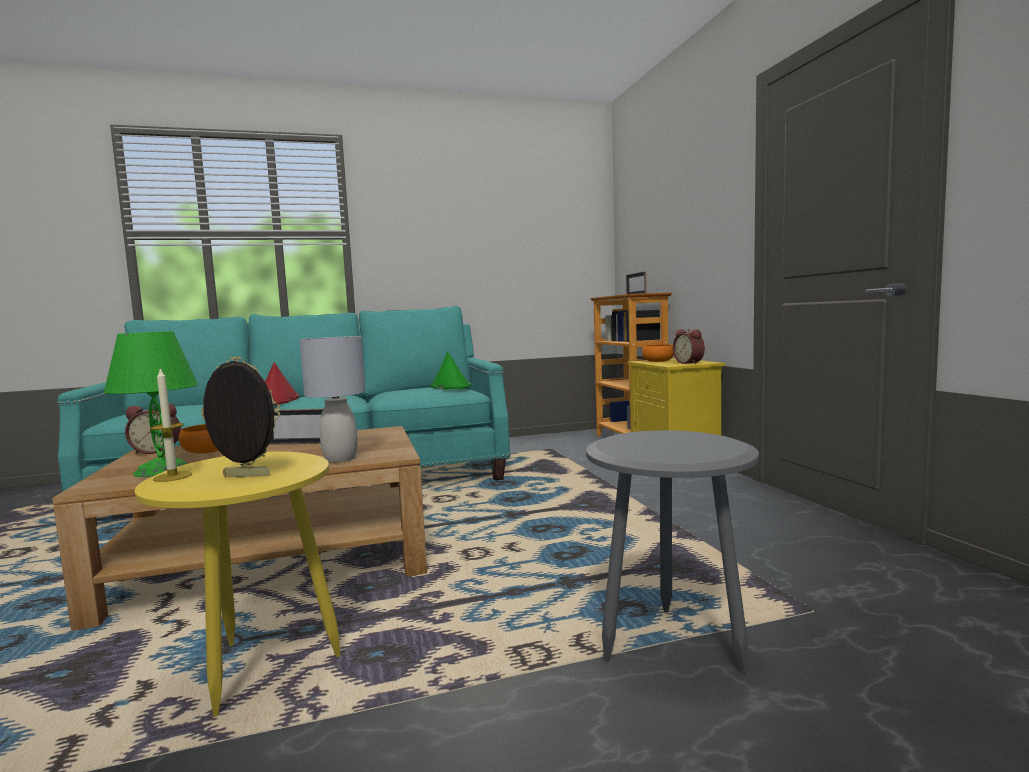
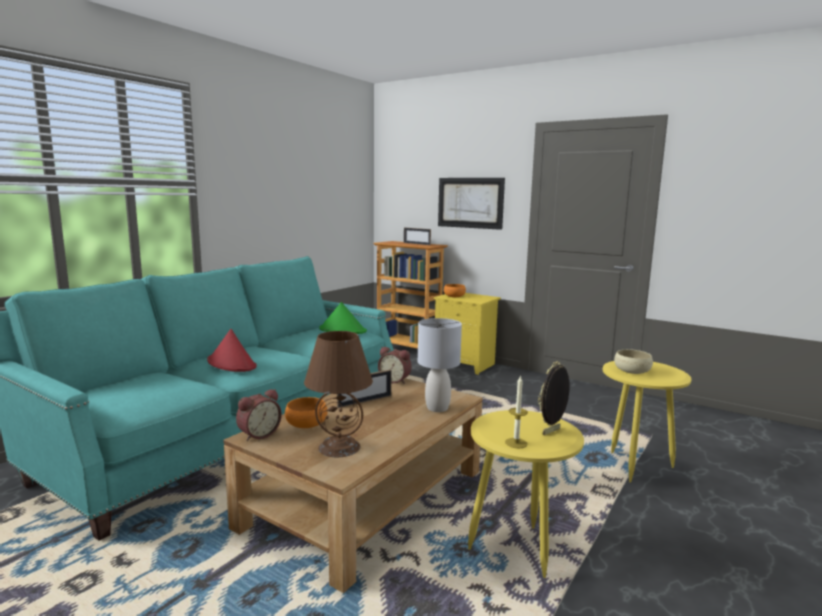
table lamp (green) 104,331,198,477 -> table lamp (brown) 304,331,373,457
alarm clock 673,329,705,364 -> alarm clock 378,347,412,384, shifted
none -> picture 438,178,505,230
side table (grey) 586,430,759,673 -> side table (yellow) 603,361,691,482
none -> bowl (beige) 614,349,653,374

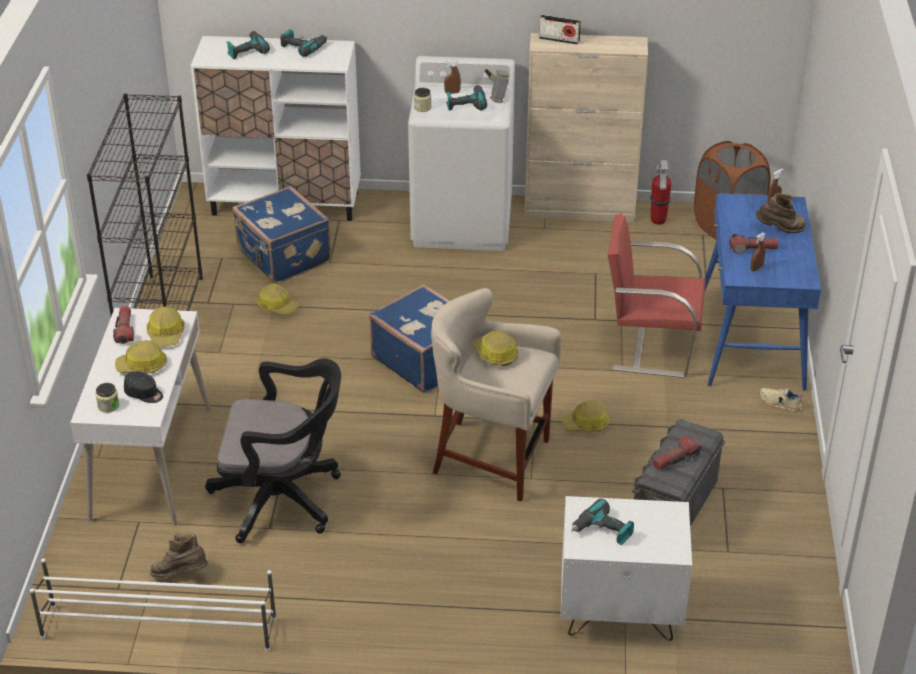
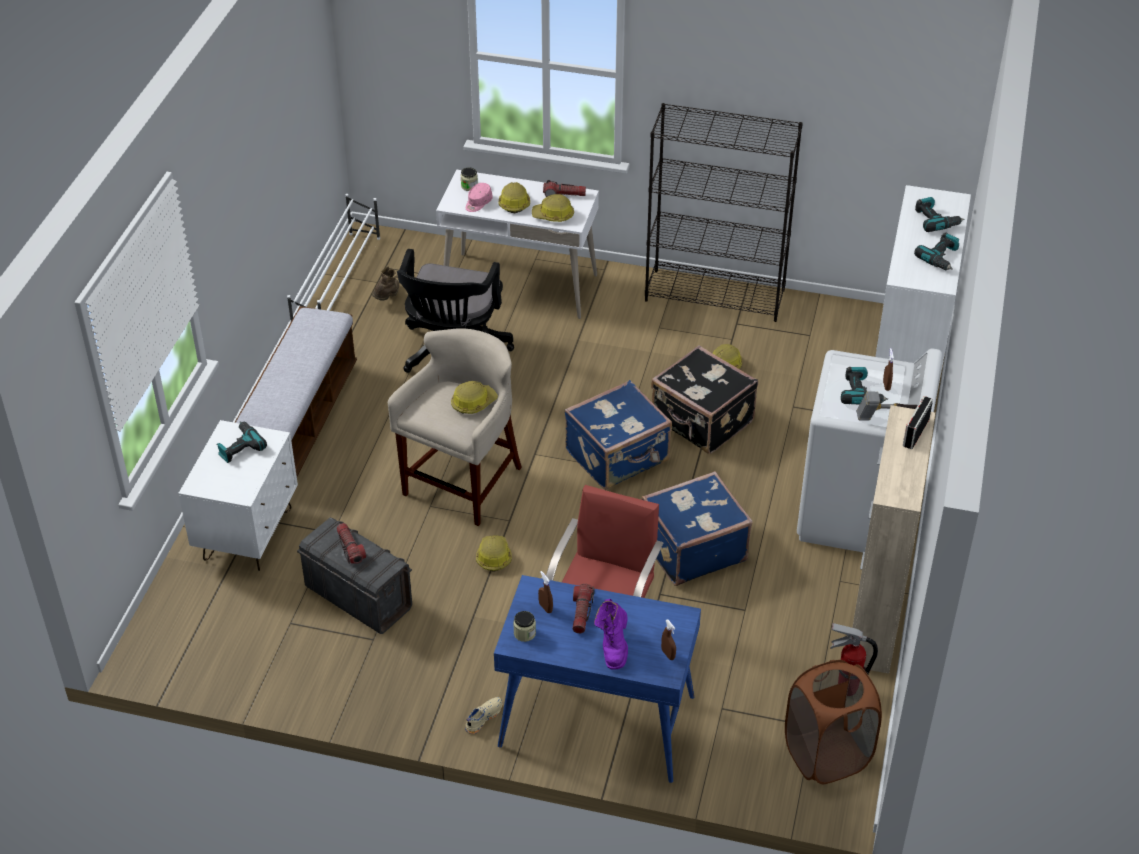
none -> bench 234,306,357,476
cap (black) 124,371,163,403 -> cap (pink) 466,183,493,212
jar 414,88,432,112 -> jar 513,611,536,642, shifted
boot (brown) 756,193,806,233 -> boot (purple) 594,599,628,670
suitcase (blue) 232,186,332,284 -> suitcase (blue) 641,471,753,586, shifted
none -> suitcase (black) 651,345,758,454

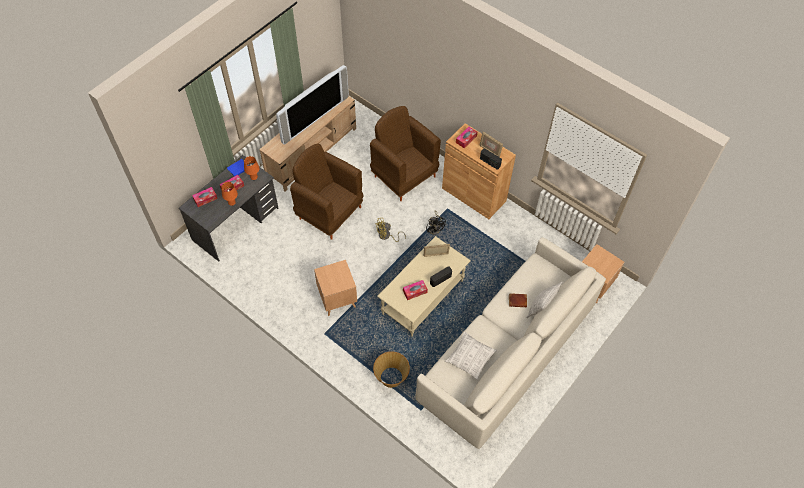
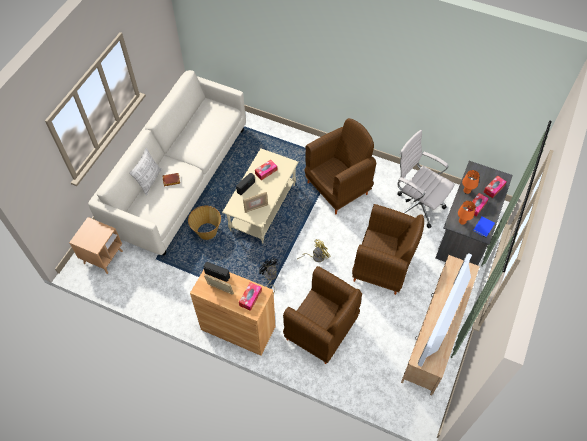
basket 373,351,410,388 -> basket 188,206,221,240, shifted
side table (brown) 314,260,357,316 -> armchair (brown) 305,118,376,214
none -> office chair (white) 397,130,455,228
pillow 445,332,497,380 -> none

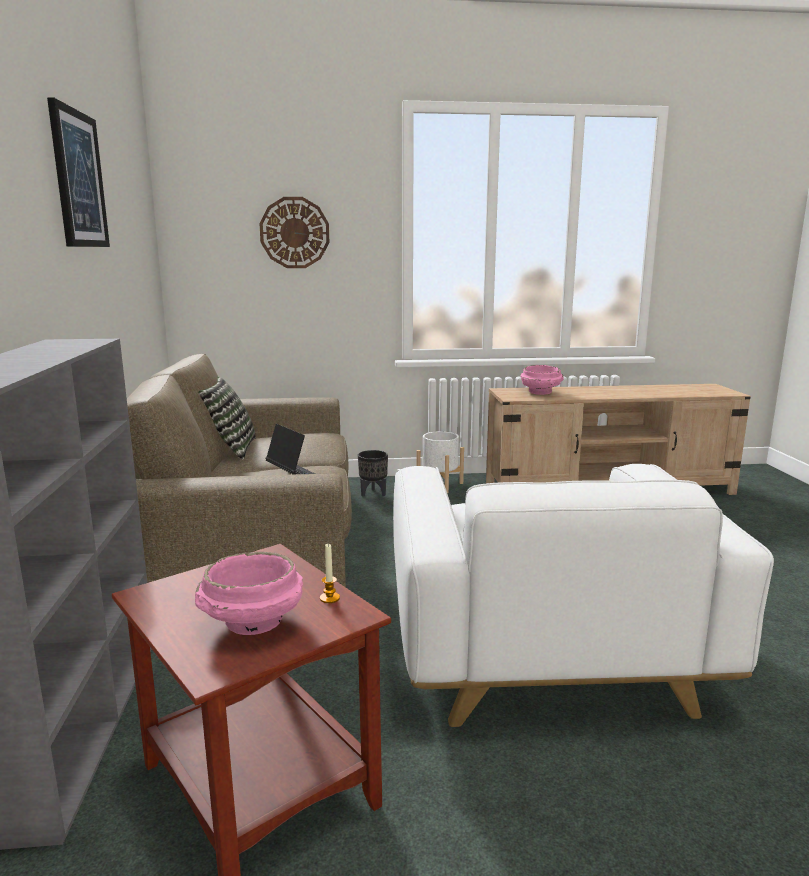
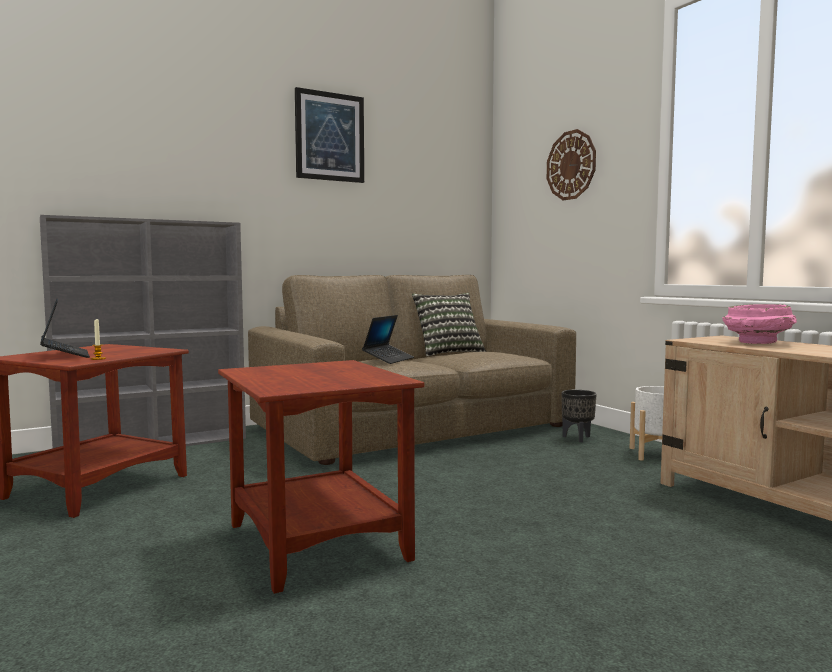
bowl (pink) 195,552,303,635 -> laptop 40,299,90,358
armchair (white) 393,464,774,727 -> side table (brown) 218,360,424,594

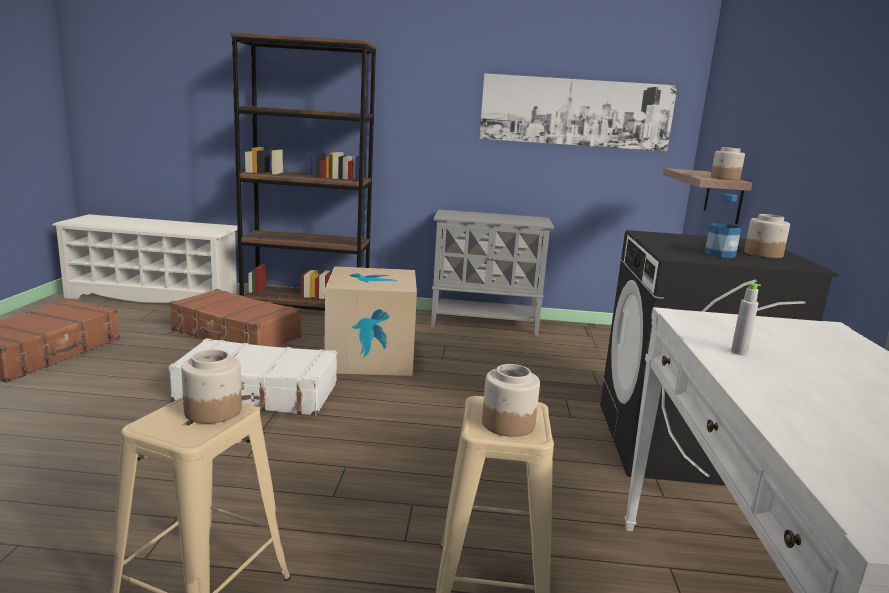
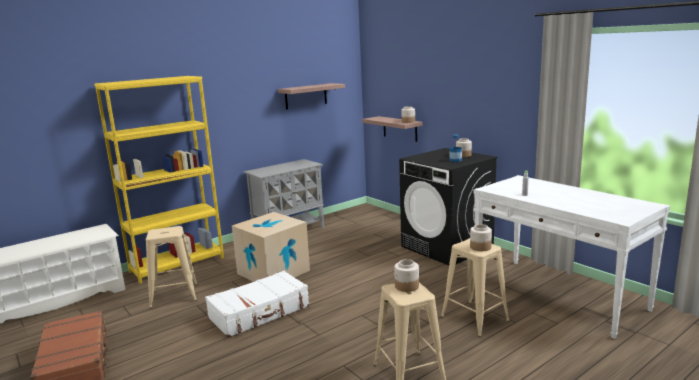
bookcase (brown) 231,32,377,311 -> bookcase (yellow) 94,76,224,284
suitcase (brown) 170,289,301,347 -> stool (beige) 146,226,197,308
picture 479,74,678,151 -> shelf 278,83,345,109

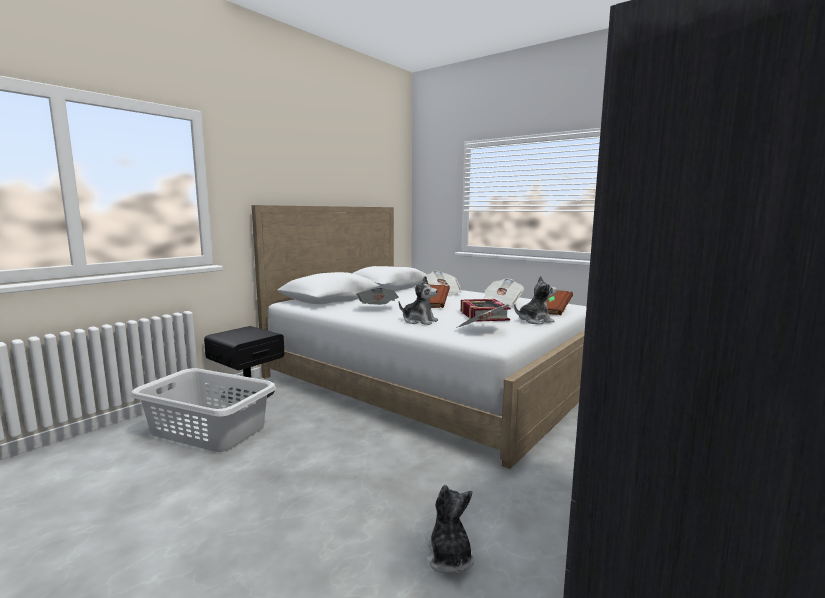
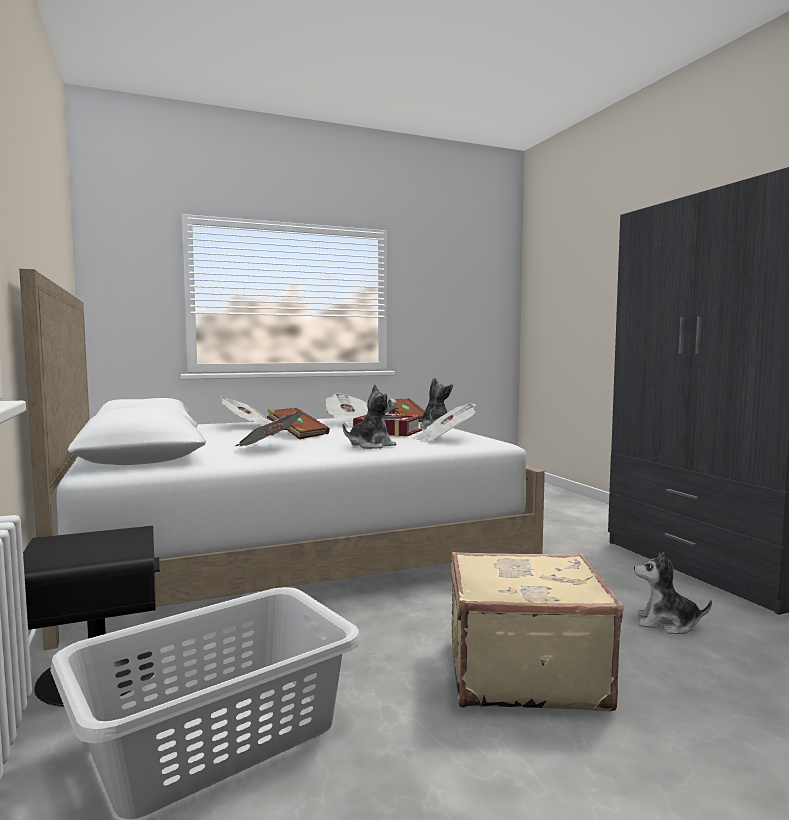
none -> suitcase (beige) 451,552,624,711

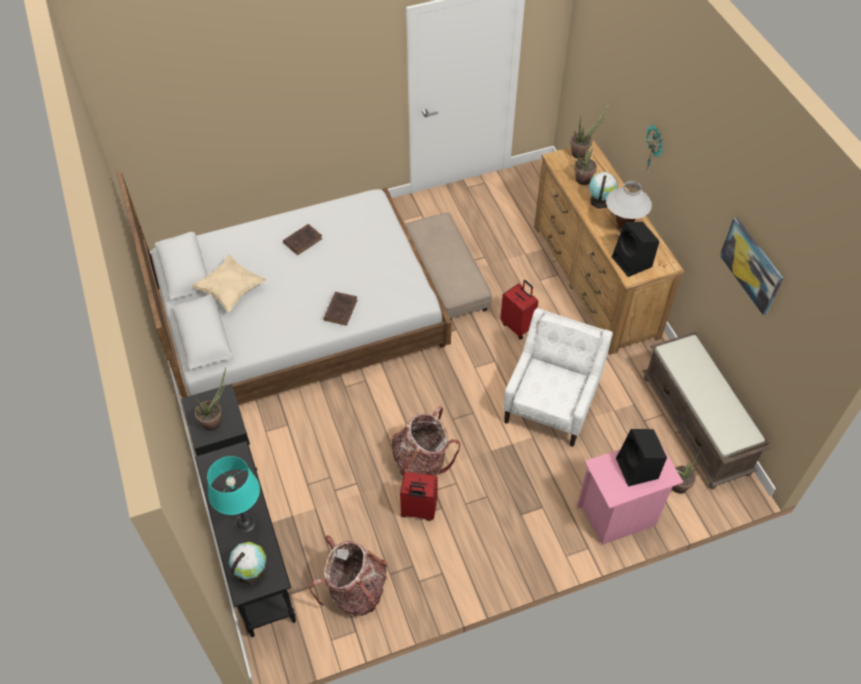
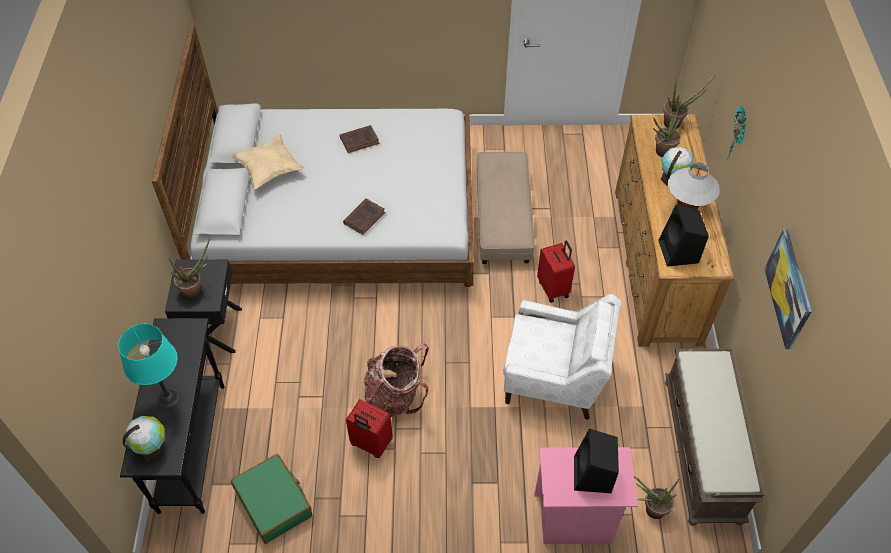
backpack 309,535,387,616 -> suitcase (green) 231,454,312,544
armchair (white) 503,308,613,447 -> armchair (white) 503,294,621,420, 60 degrees clockwise

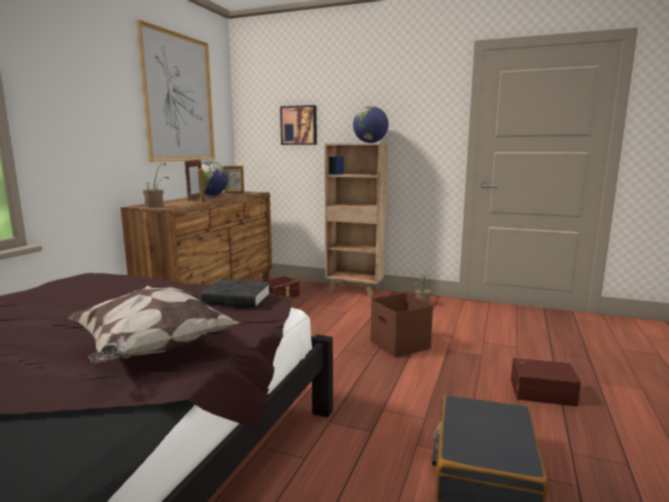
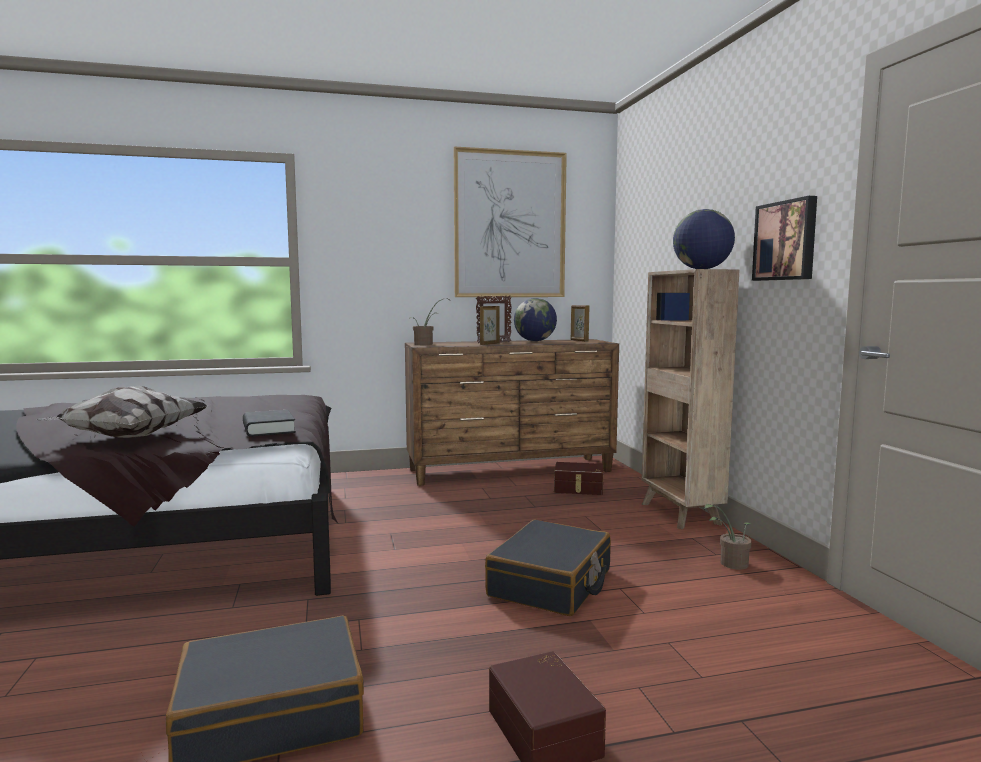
storage box (brown) 370,293,433,358 -> suitcase (black) 485,520,611,616
picture 280,105,317,145 -> picture 752,196,817,281, shifted

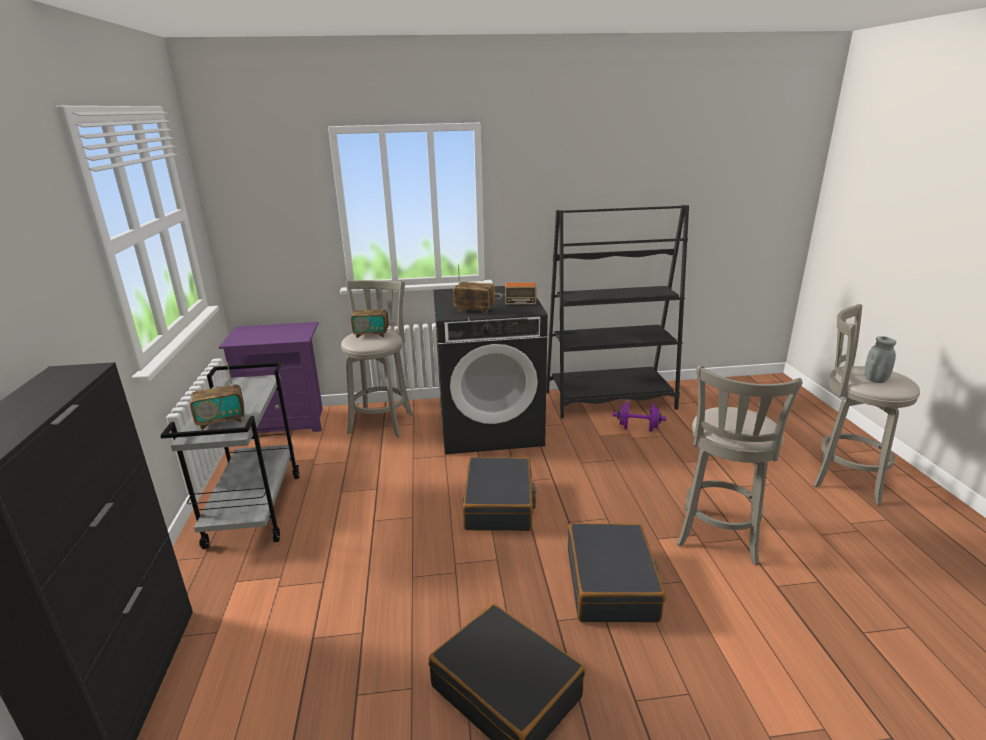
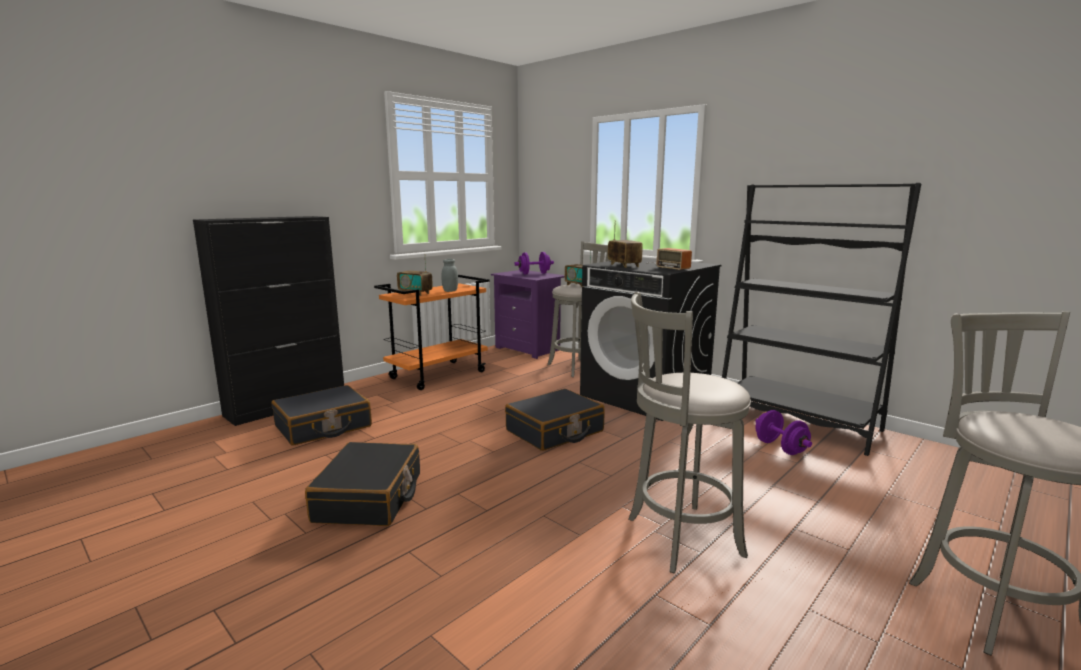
suitcase (black) 568,523,665,623 -> suitcase (black) 272,385,372,446, shifted
cart (grey) 160,362,299,549 -> cart (orange) 374,275,490,390
jar (grey) 865,336,896,383 -> jar (grey) 442,259,458,292, shifted
none -> dumbbell (purple) 515,252,554,274

